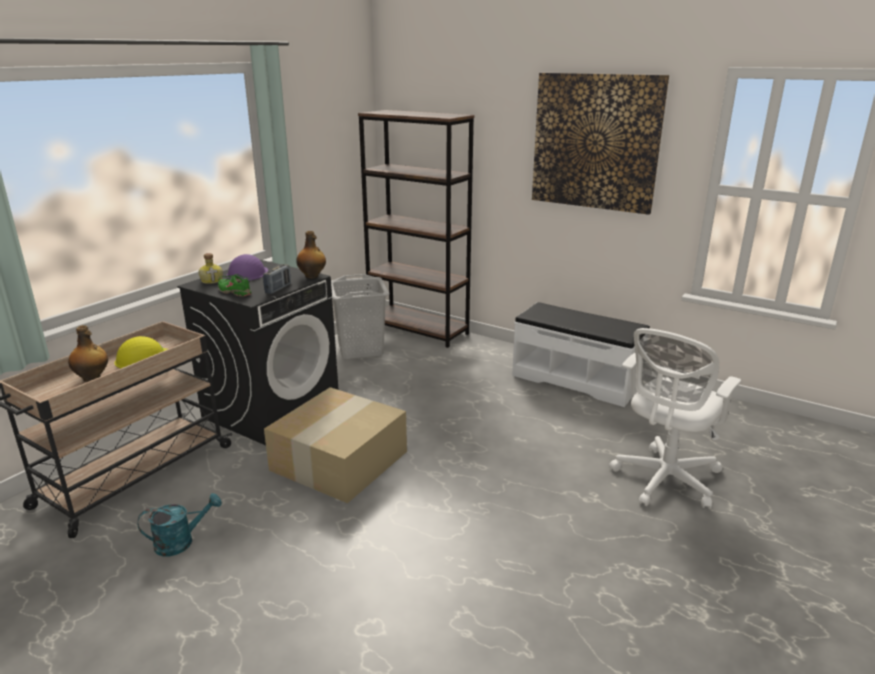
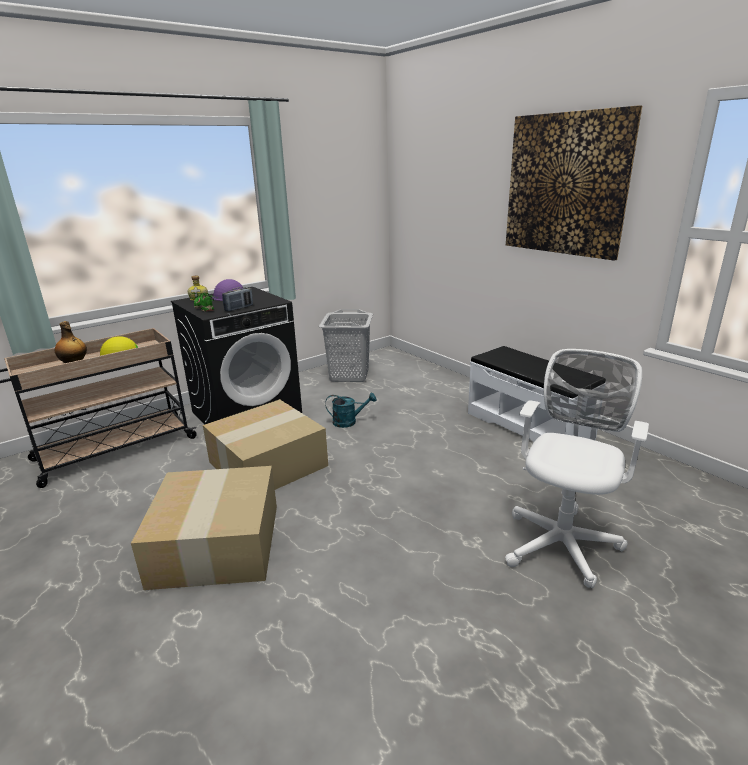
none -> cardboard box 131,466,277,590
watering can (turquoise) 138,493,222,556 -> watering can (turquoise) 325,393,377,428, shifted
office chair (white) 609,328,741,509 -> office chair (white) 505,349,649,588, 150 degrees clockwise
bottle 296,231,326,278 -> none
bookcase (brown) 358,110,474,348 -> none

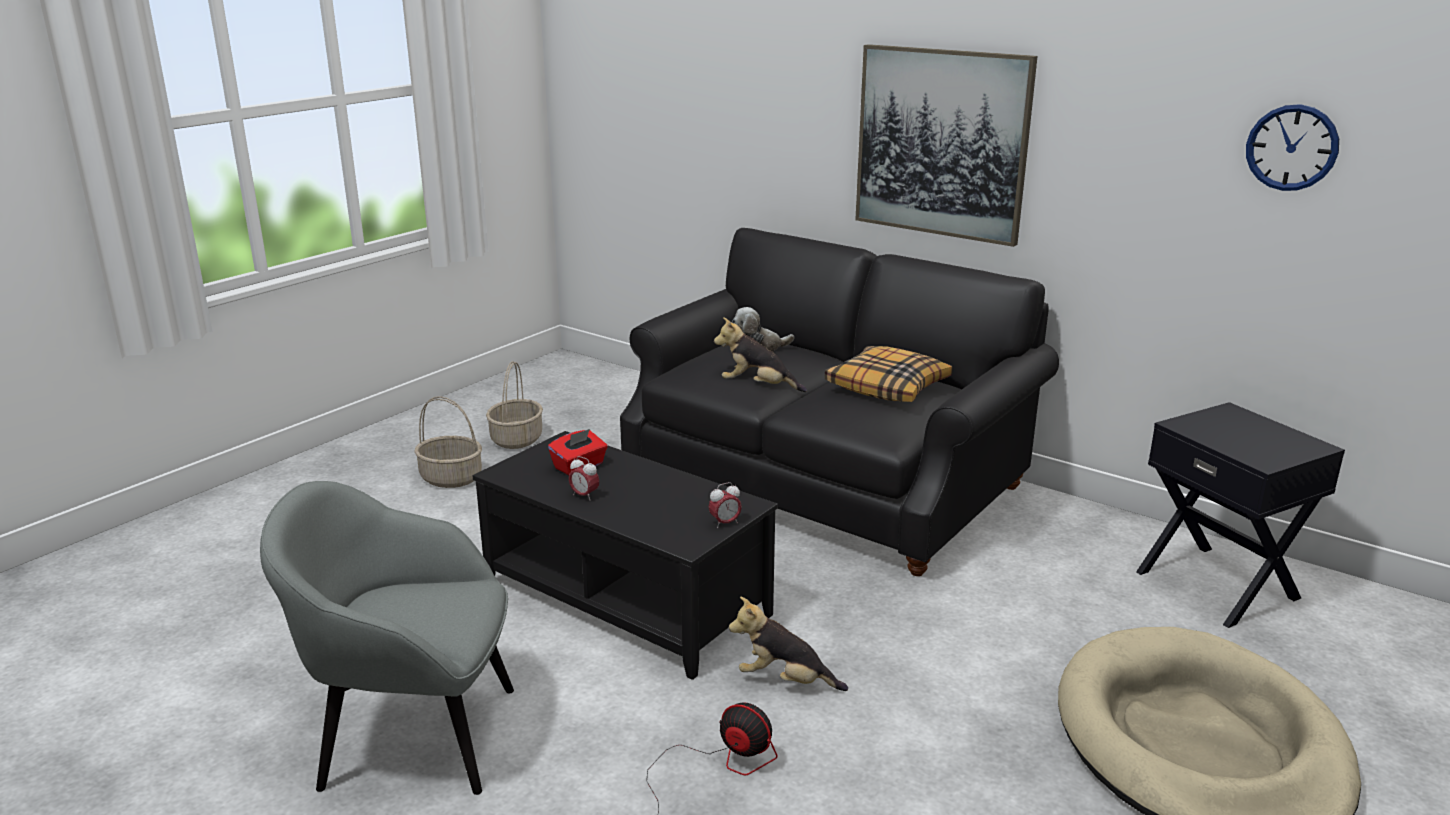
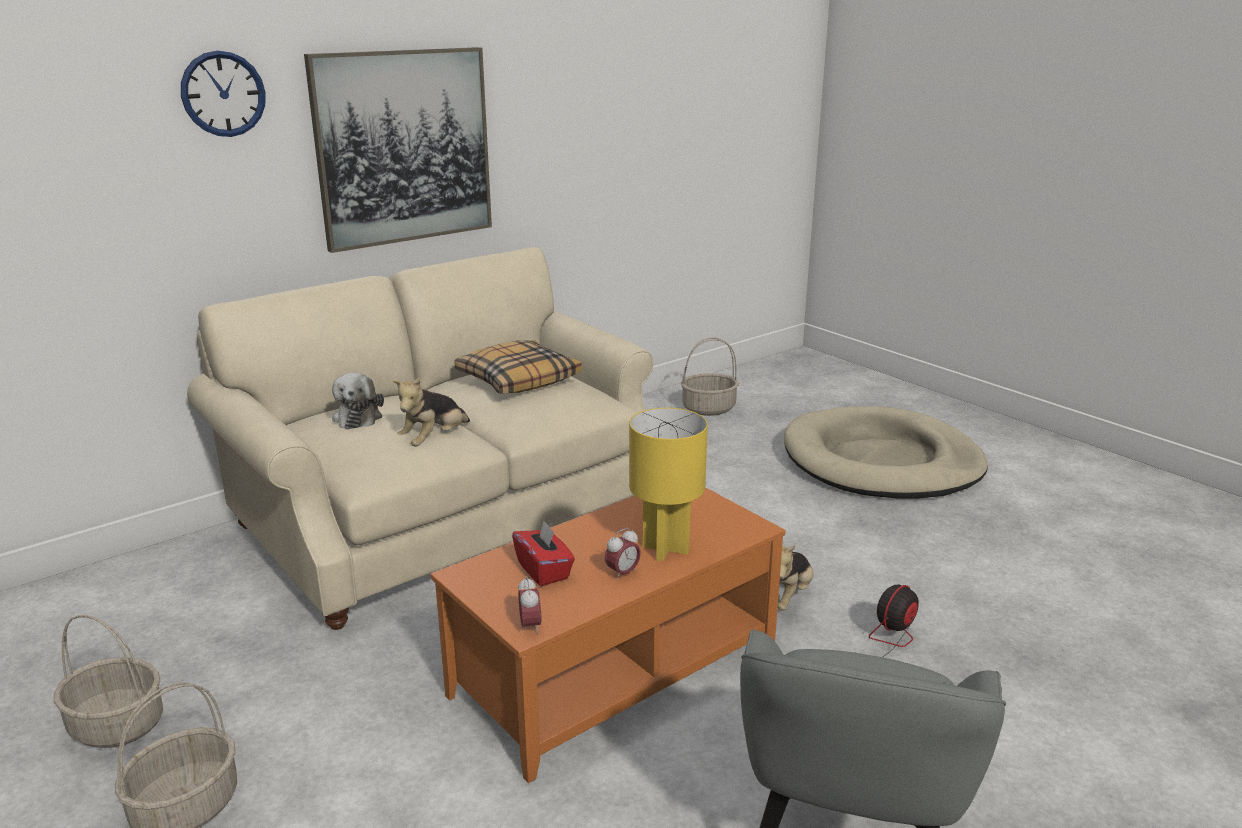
wall clock 1246,104,1339,191 -> wall clock 181,51,265,137, shifted
sofa (black) 620,228,1059,576 -> sofa (beige) 187,247,653,630
coffee table (black) 472,431,778,680 -> coffee table (orange) 430,487,785,783
alarm clock 709,482,742,528 -> alarm clock 518,576,541,634, shifted
none -> table lamp (yellow) 629,408,708,561
side table (black) 1136,402,1345,628 -> basket 681,337,739,416

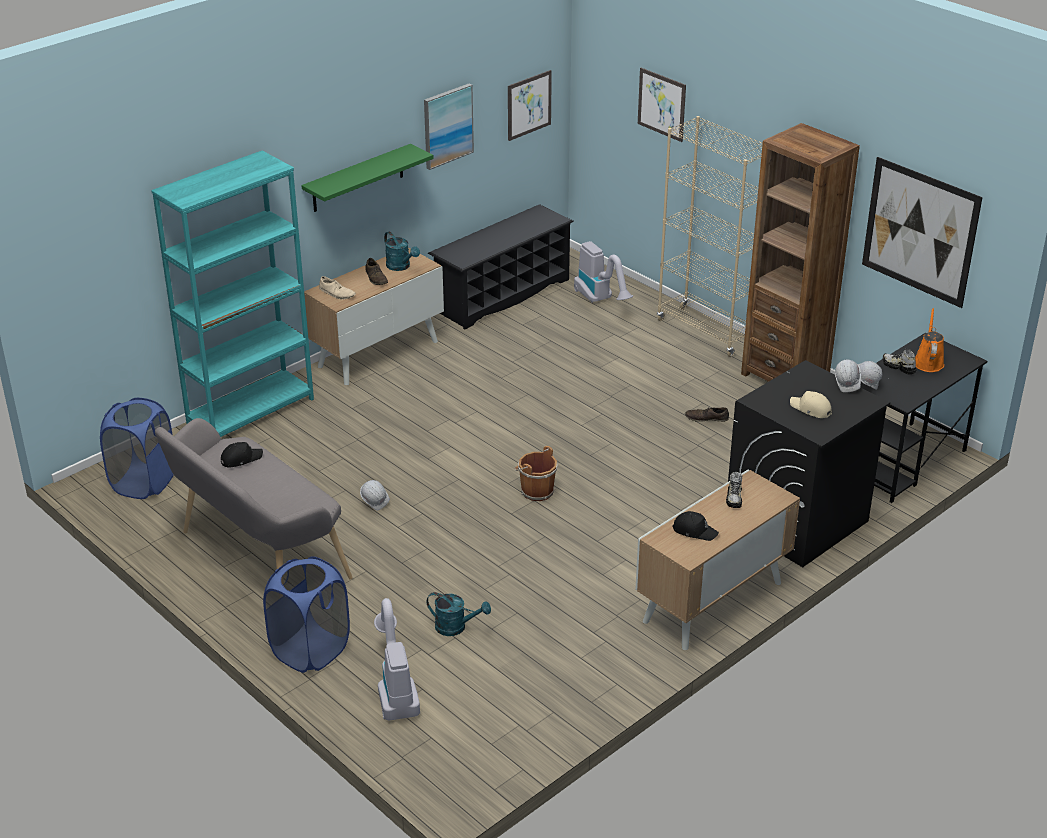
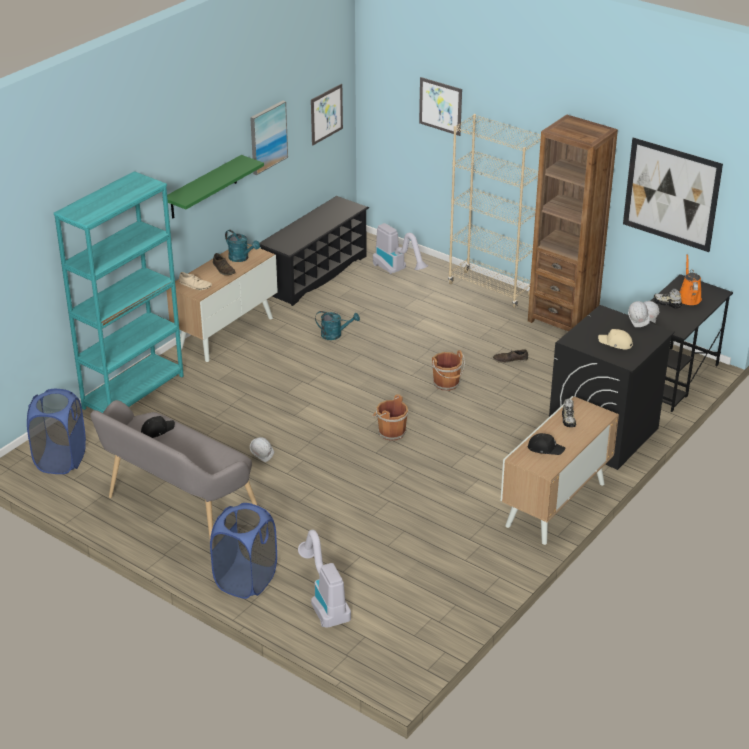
watering can (turquoise) 427,592,491,636 -> watering can (turquoise) 315,311,360,340, shifted
none -> bucket (brown) 432,350,465,391

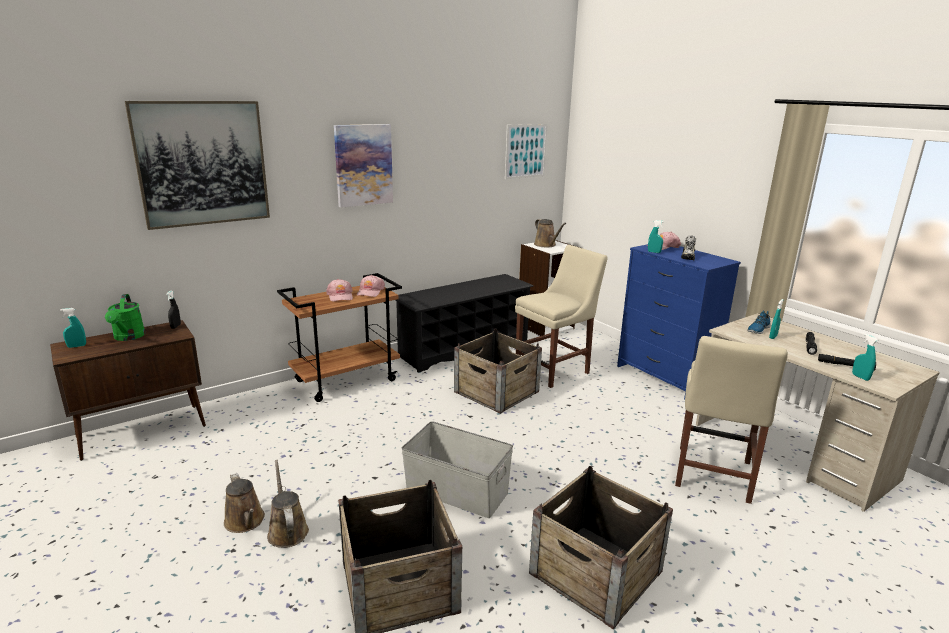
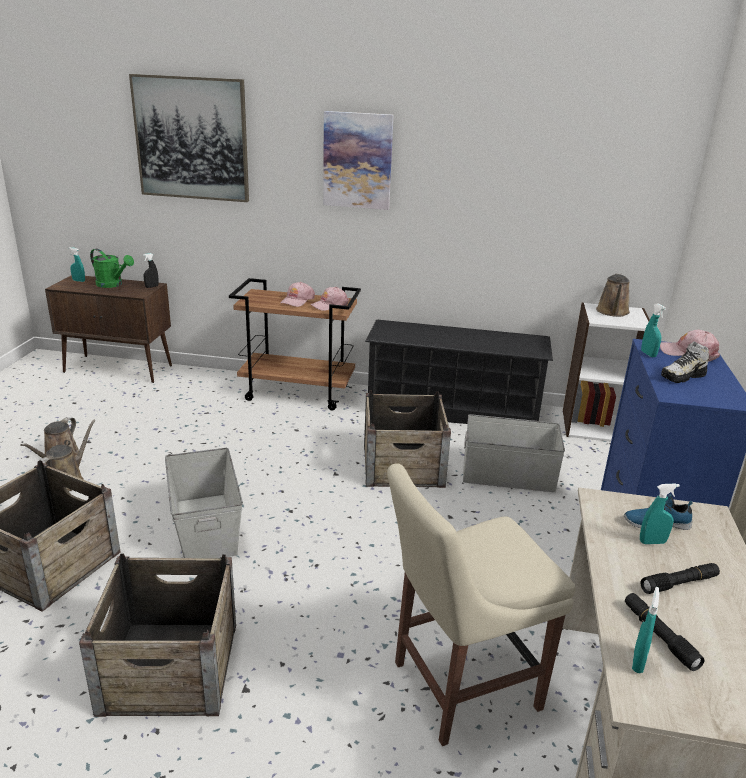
watering can (green) 105,294,145,341 -> watering can (green) 90,249,134,288, 90 degrees counterclockwise
chair (beige) 515,245,607,388 -> storage box (grey) 463,414,565,492
picture 505,124,548,179 -> none

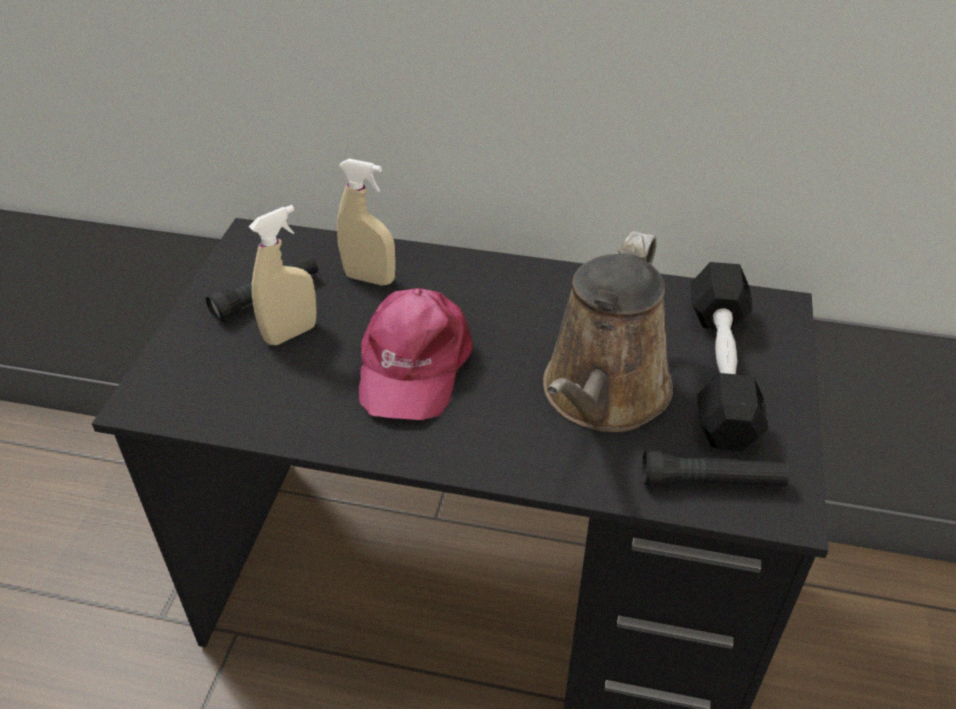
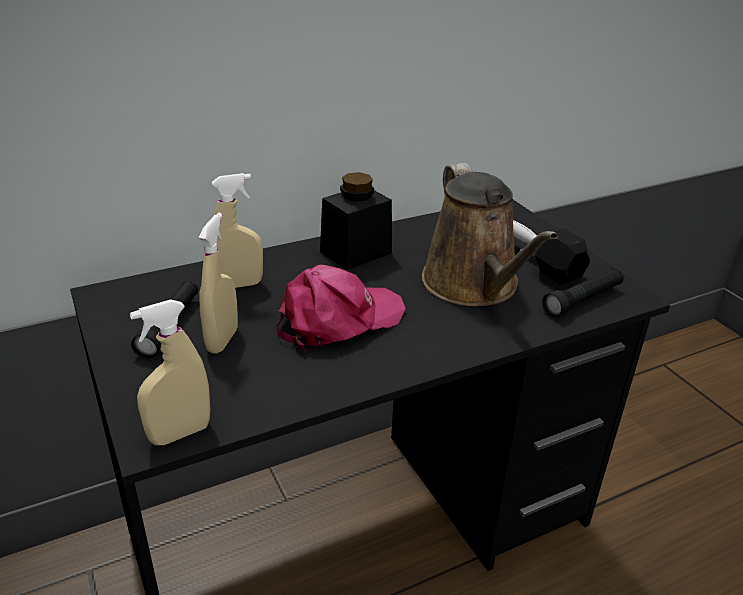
none -> spray bottle (beige) 130,299,210,445
cap (pink) 359,288,474,420 -> cap (pink) 277,264,406,352, 90 degrees counterclockwise
none -> jar (black) 320,172,392,270

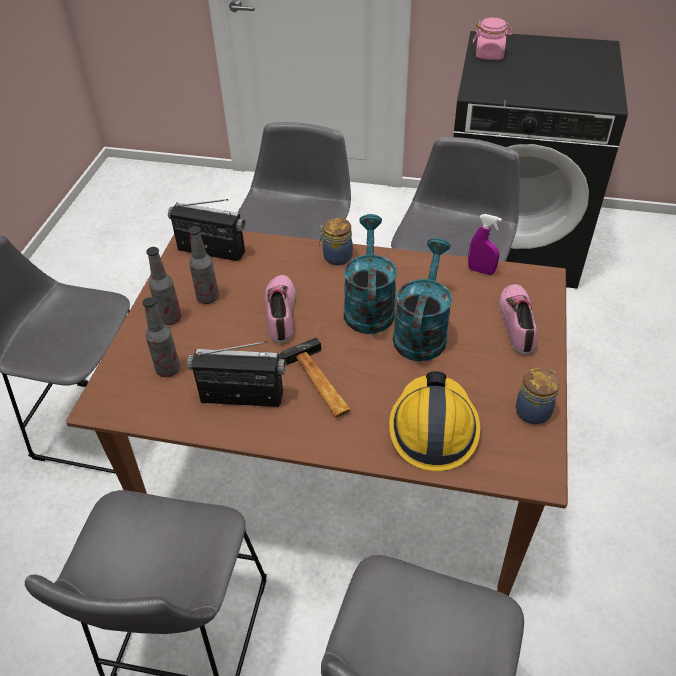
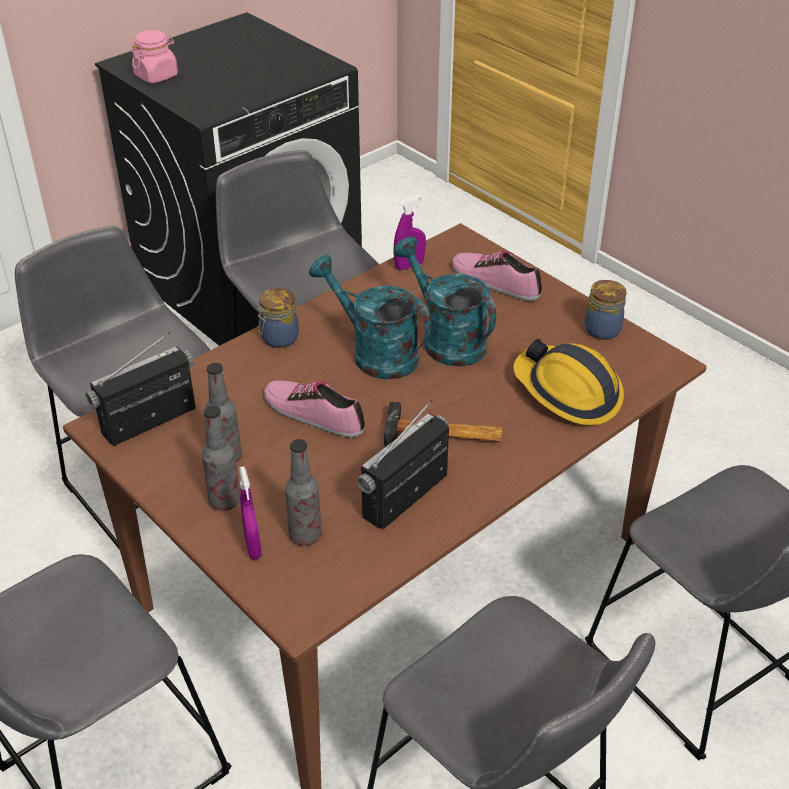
none -> spray bottle (purple) 239,466,262,560

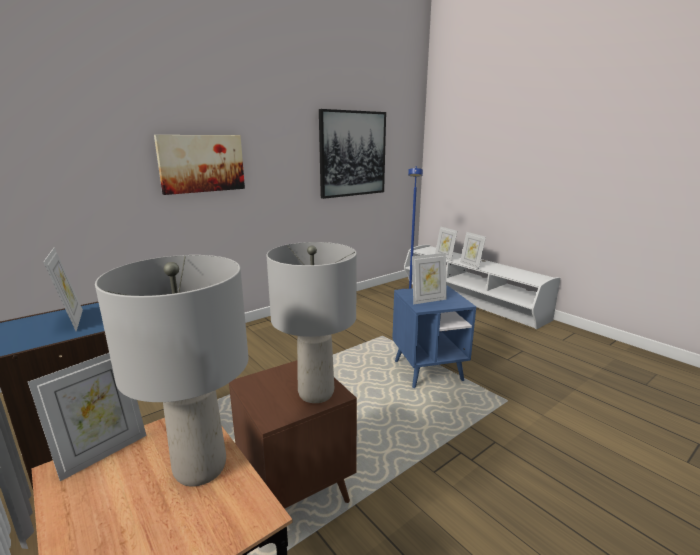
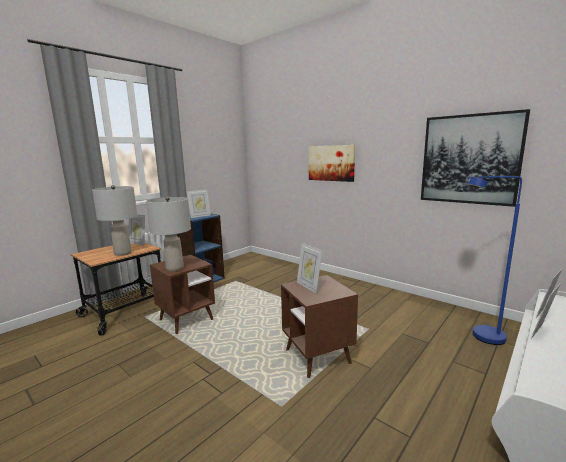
side table (blue) 392,285,476,388 -> side table (brown) 281,275,358,378

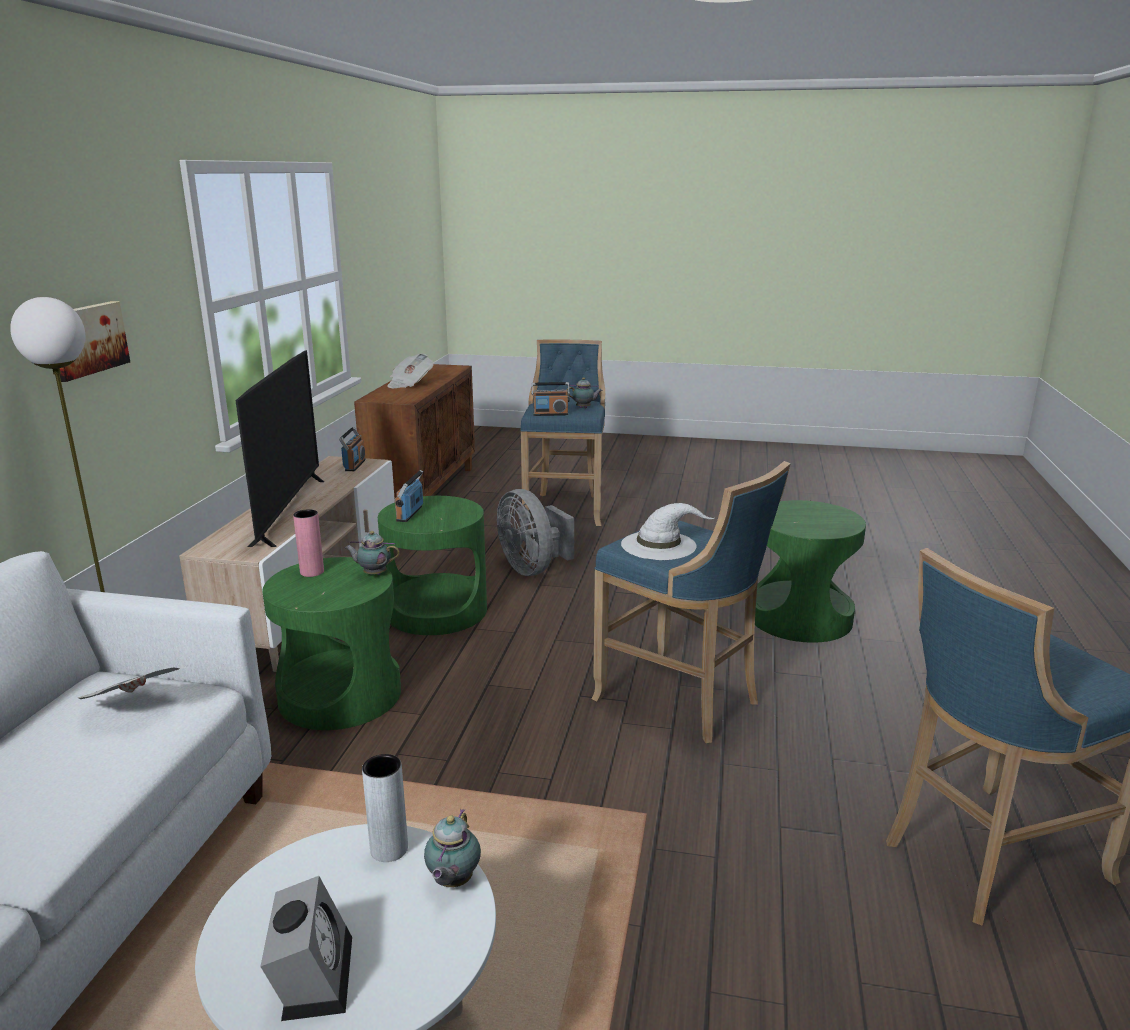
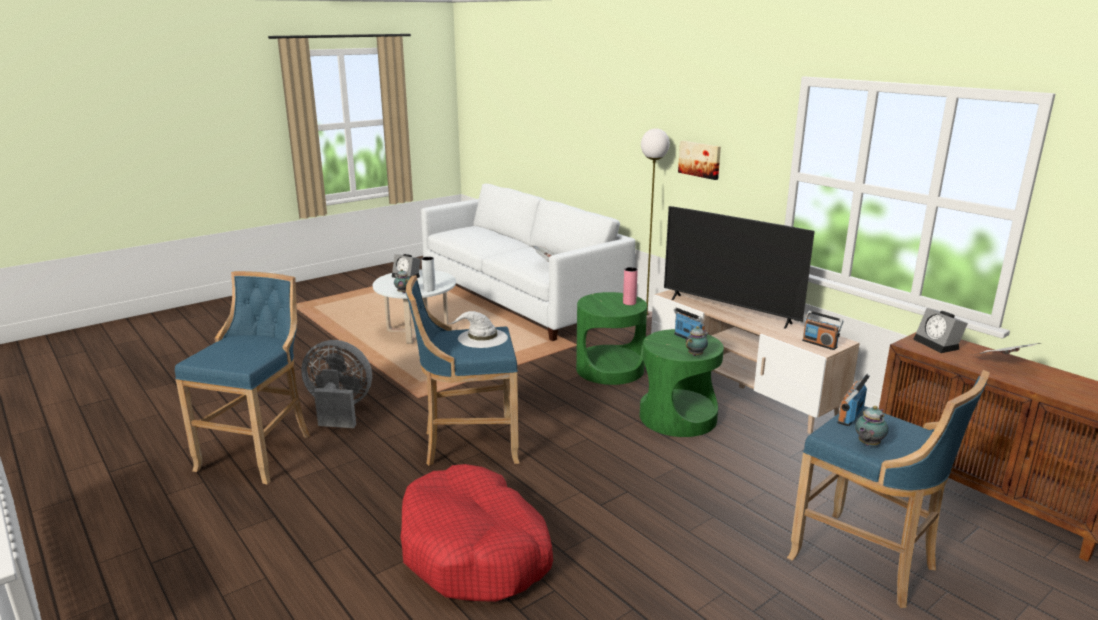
fan (grey) 497,489,574,576 -> fan (grey) 301,340,372,428, shifted
side table (green) 755,500,866,643 -> dog bed (red) 401,464,553,602
teapot 345,531,400,575 -> teapot 686,326,708,356, shifted
none -> alarm clock 913,308,968,353

